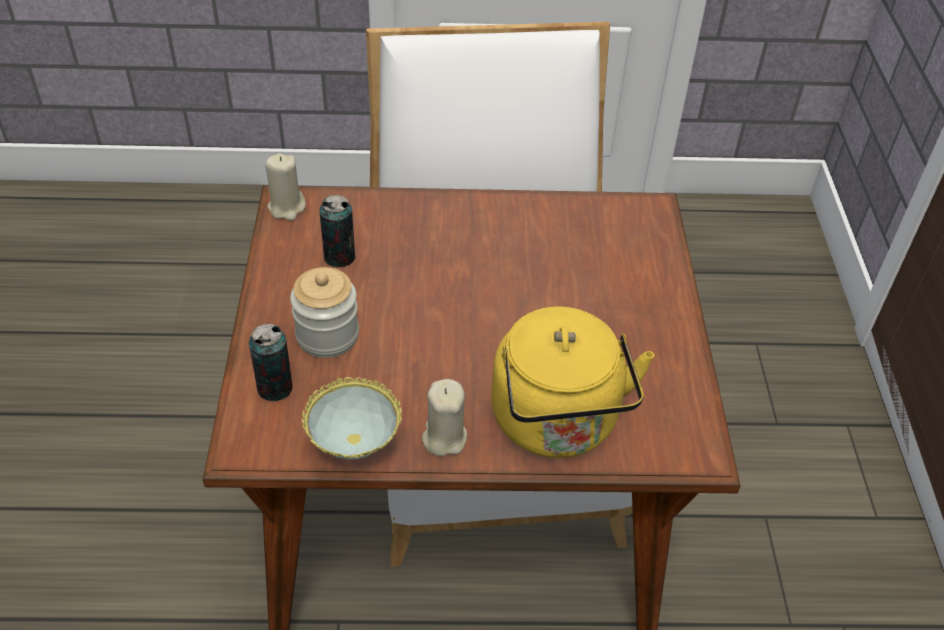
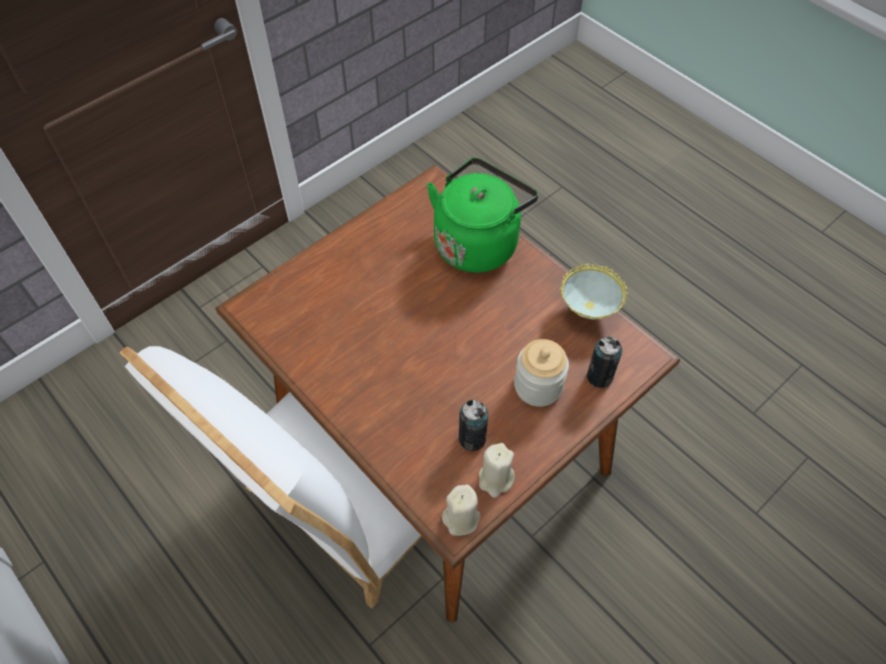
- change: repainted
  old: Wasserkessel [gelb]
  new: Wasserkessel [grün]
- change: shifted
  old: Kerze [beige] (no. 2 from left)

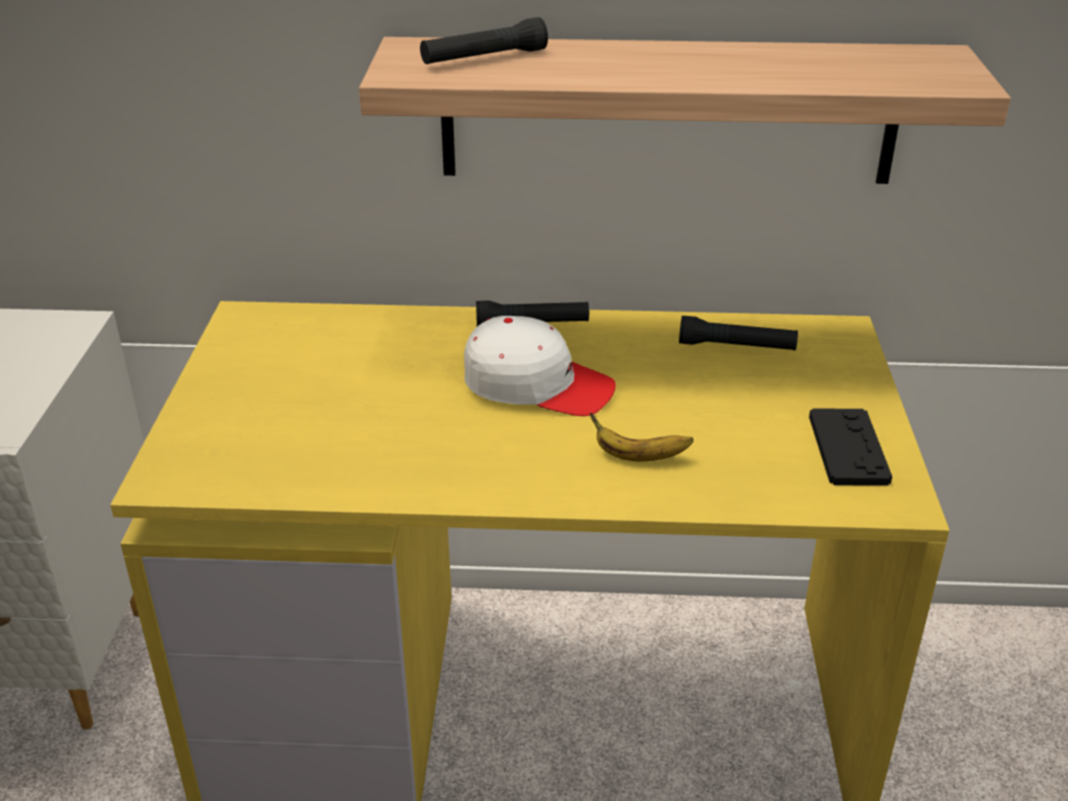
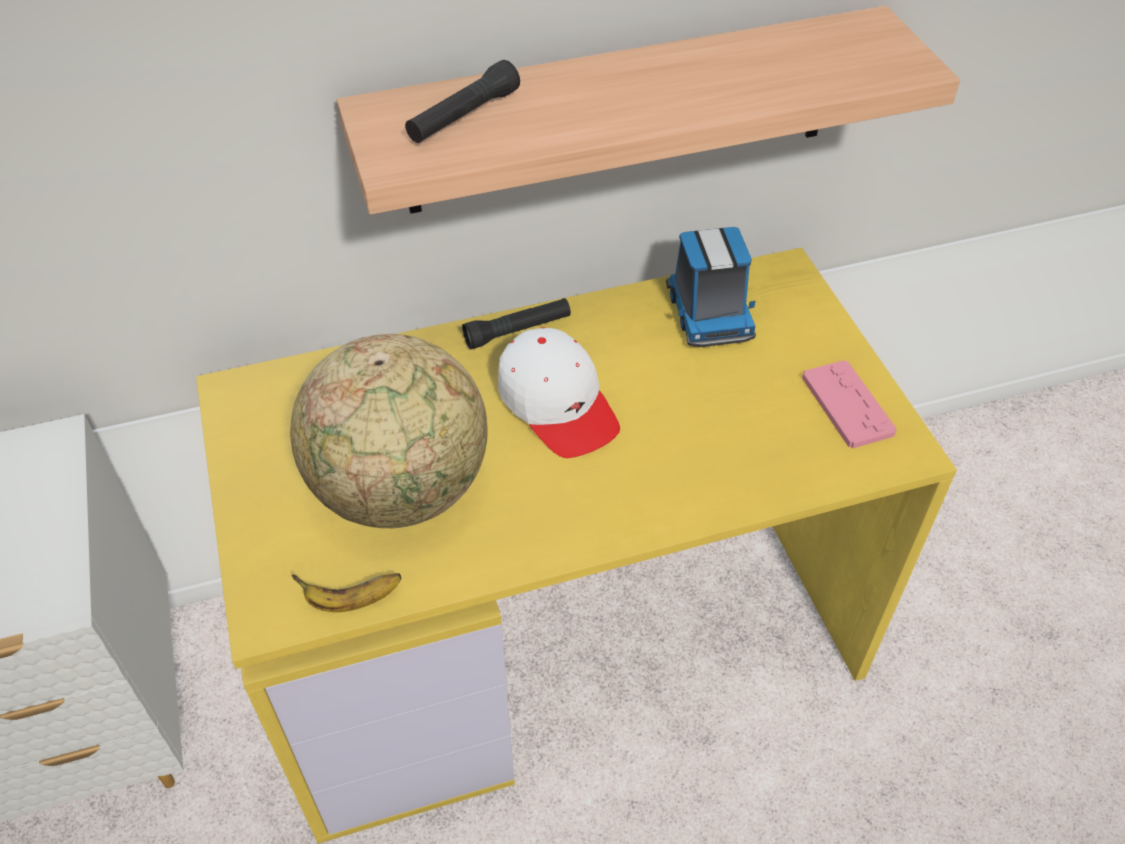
- change: rotated
  old: Kappe [weiß]
  degrees: 60
- change: swapped
  old: Taschenlampe [schwarz] (no. 3 from left)
  new: Spielzeuglaster
- change: repainted
  old: Gamepad [schwarz]
  new: Gamepad [rosa]
- change: shifted
  old: Banane
- change: new
  new: Globus

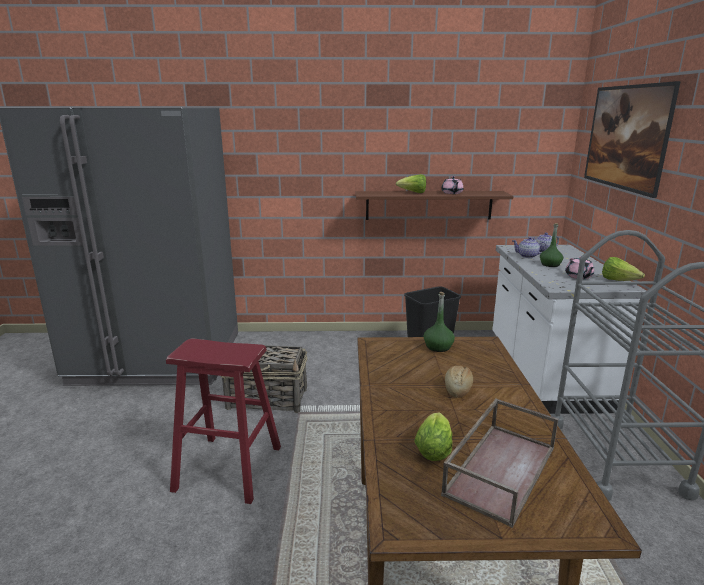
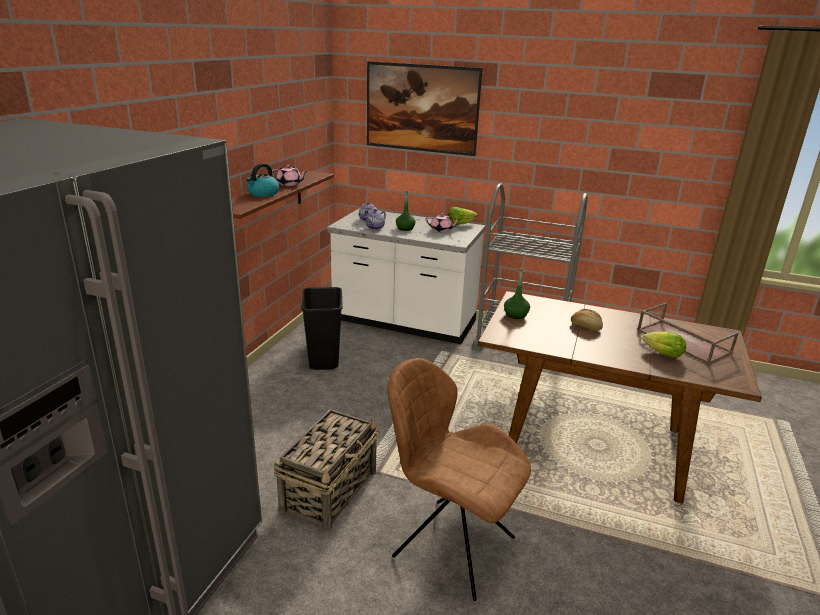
- change: swapped
  old: Salatkopf (no. 1 from left)
  new: Wasserkessel
- change: swapped
  old: Hocker [rot]
  new: Stuhl [braun]

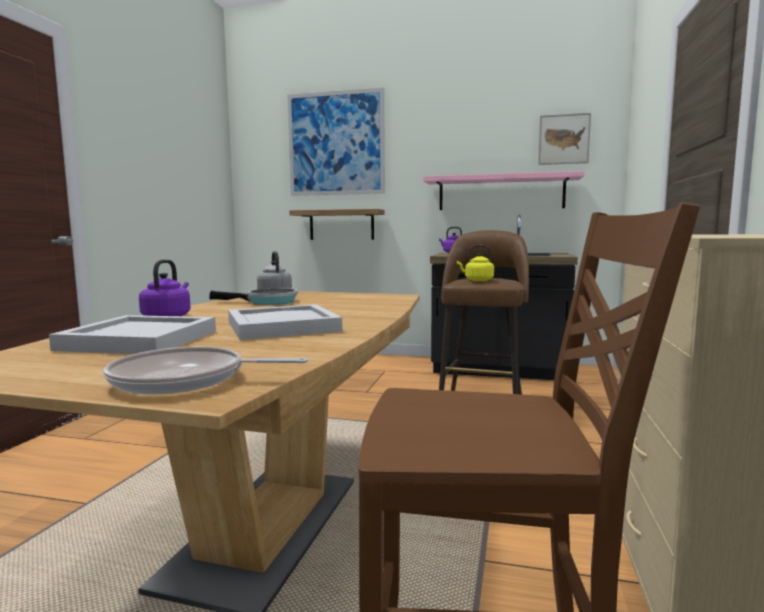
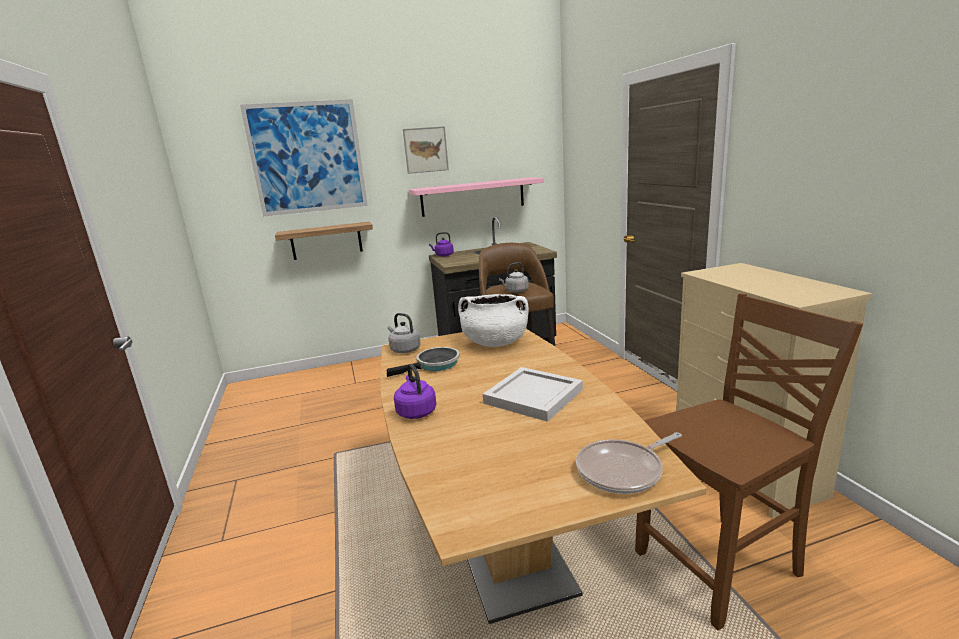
- change: shifted
  old: Bild (no. 2 from left)
- change: repainted
  old: Wasserkessel [gelb]
  new: Wasserkessel [grau] (no. 2 from left)
- change: gone
  old: Tablett [weiß] (no. 1 from left)
- change: new
  new: Kochtopf [weiß]

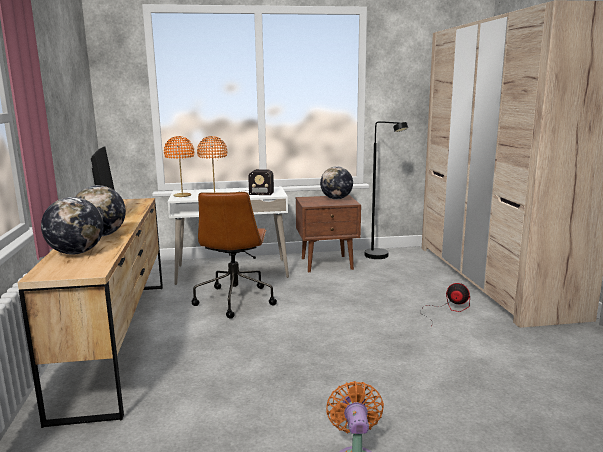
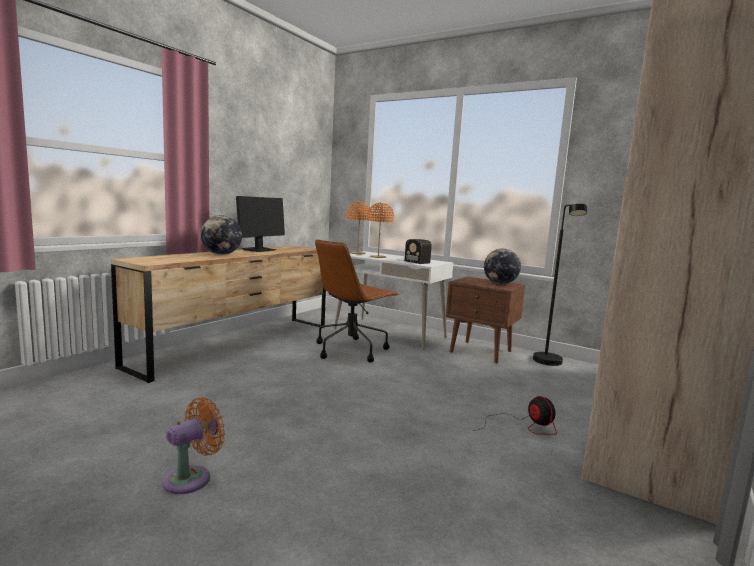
- change: gone
  old: Globus (no. 1 from left)

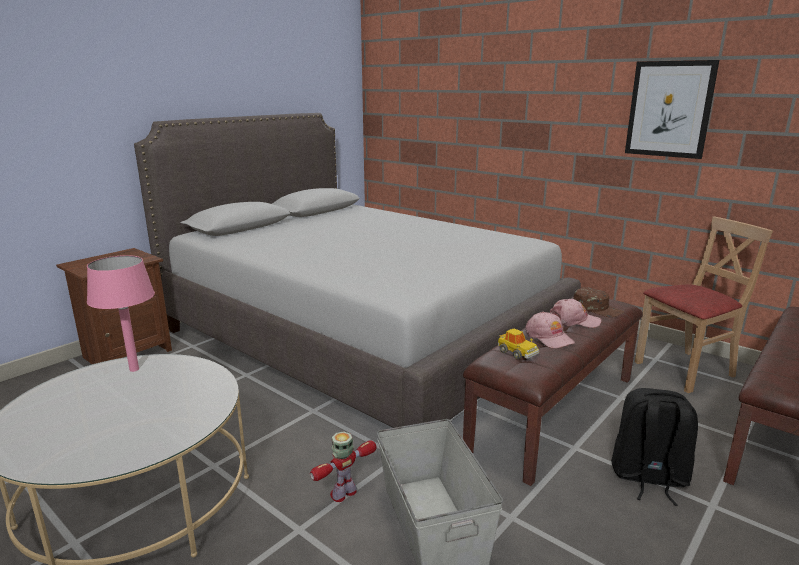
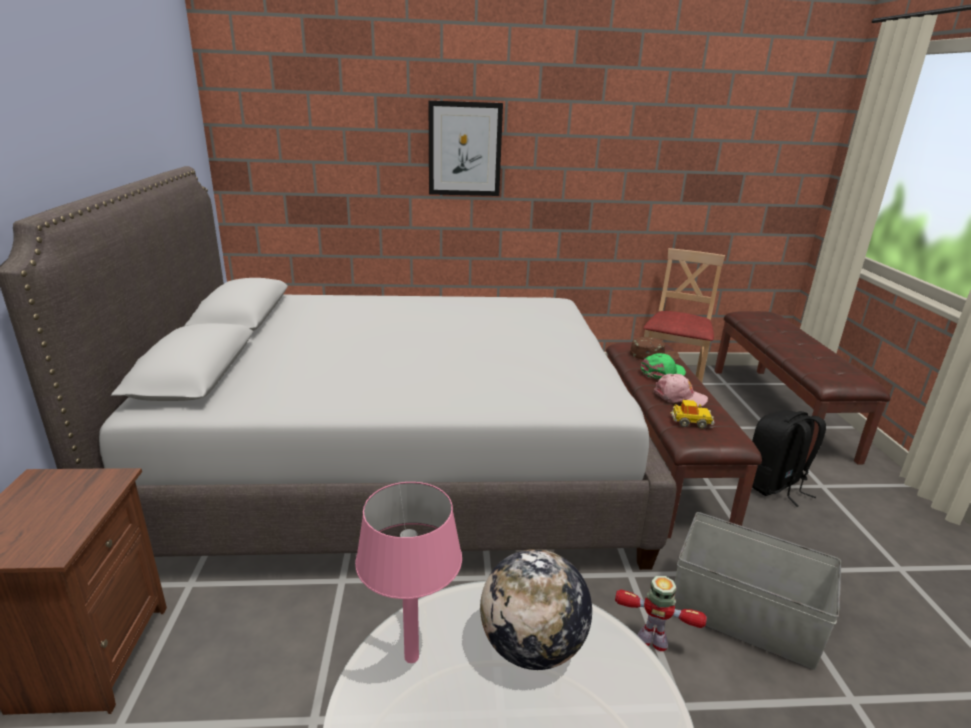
- change: shifted
  old: Bild
- change: repainted
  old: Kappe [rosa] (no. 2 from left)
  new: Kappe [grün]
- change: rotated
  old: Spielzeugroboter
  degrees: 105
- change: new
  new: Globus

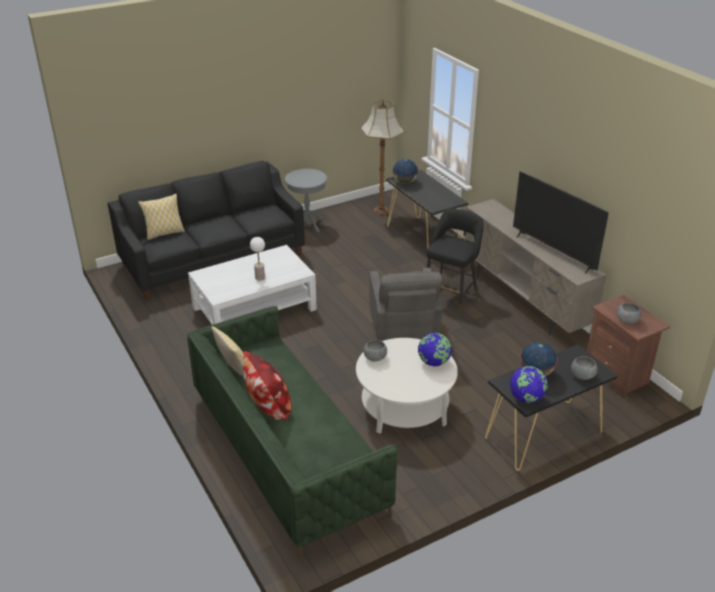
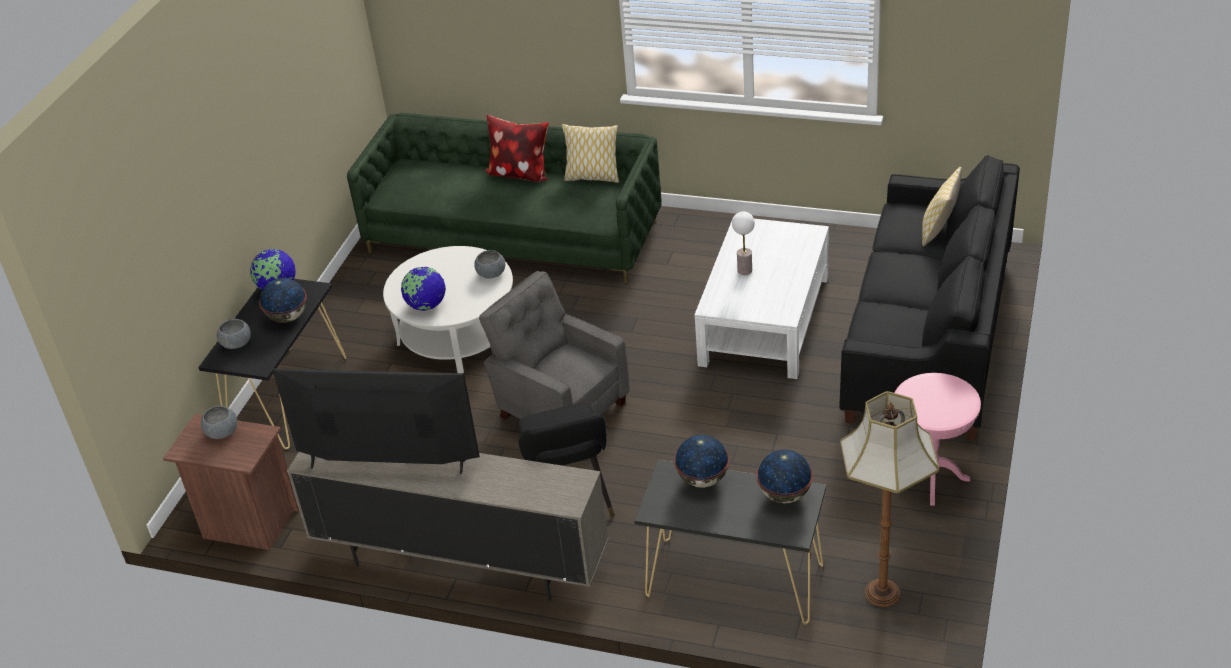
- change: repainted
  old: Beistelltisch [grau]
  new: Beistelltisch [rosa]
- change: new
  new: Globus (no. 4 from left)

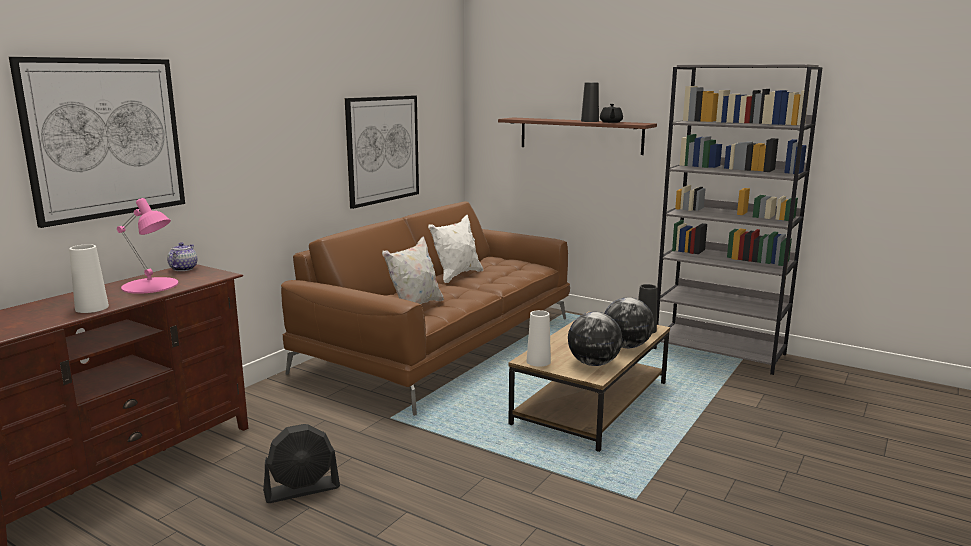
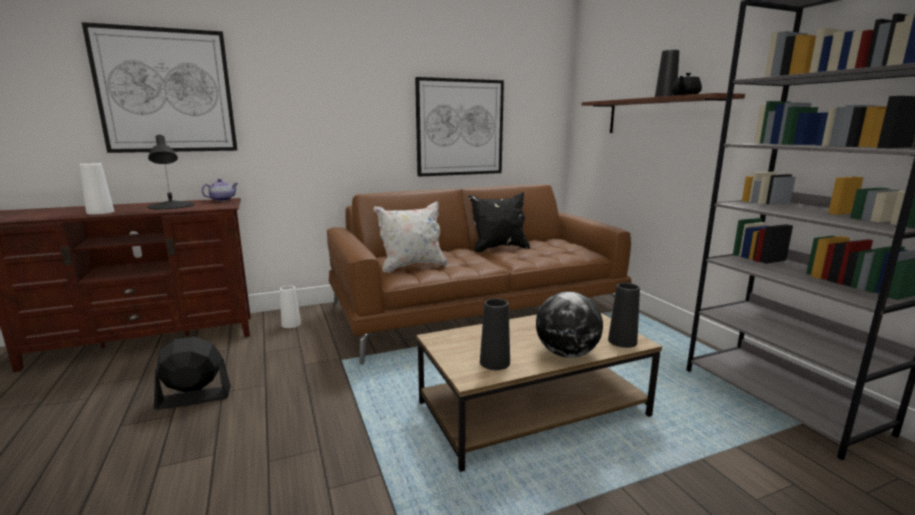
- change: repainted
  old: Tischlampe [rosa]
  new: Tischlampe [schwarz]
- change: repainted
  old: Kissen [weiß] (no. 2 from left)
  new: Kissen [schwarz]
- change: shifted
  old: Vase [weiß] (no. 2 from left)
- change: swapped
  old: Globus (no. 1 from left)
  new: Vase [schwarz] (no. 1 from left)
- change: rotated
  old: Ventilator [schwarz]
  degrees: 150

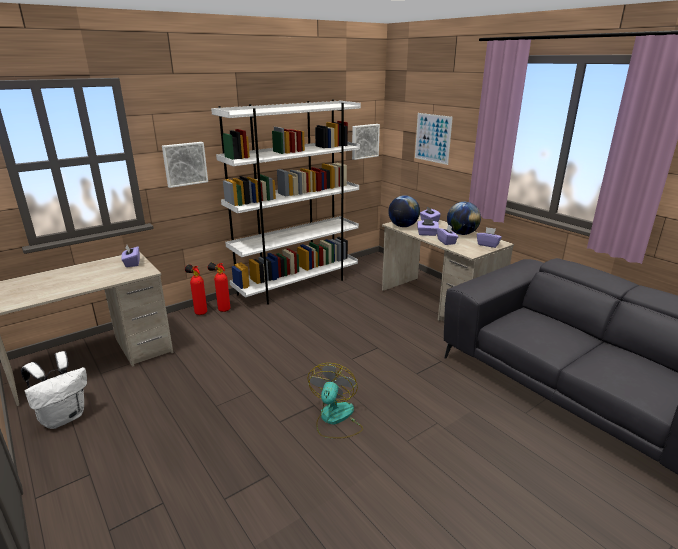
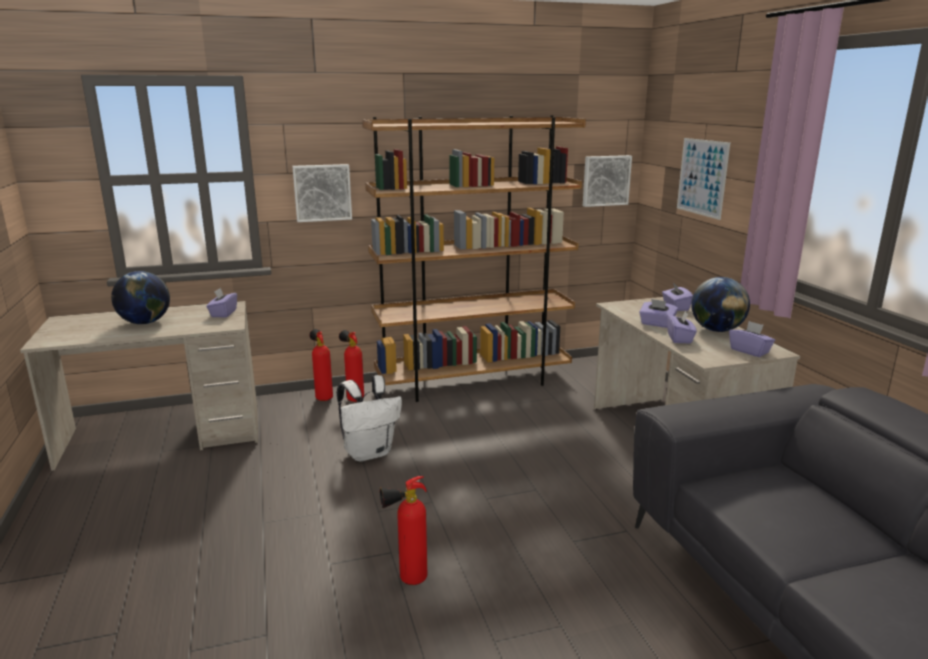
- change: repainted
  old: Bücherregal [weiß]
  new: Bücherregal [braun]
- change: shifted
  old: Globus (no. 1 from left)
- change: shifted
  old: Rucksack [weiß]
- change: swapped
  old: Ventilator
  new: Feuerlöscher (no. 3 from left)

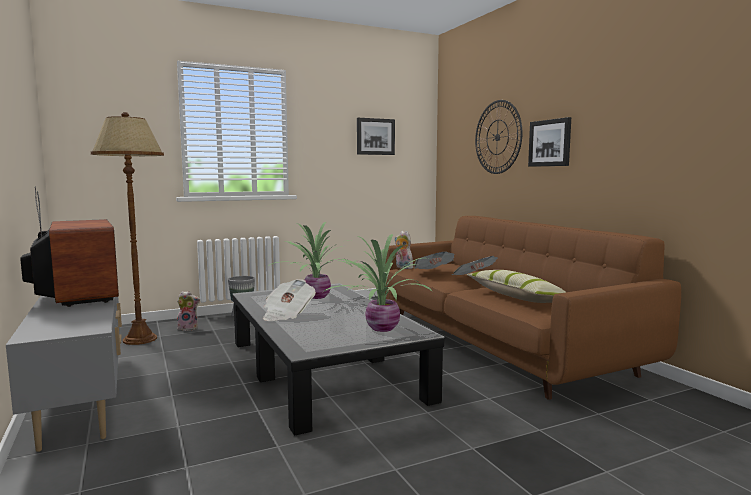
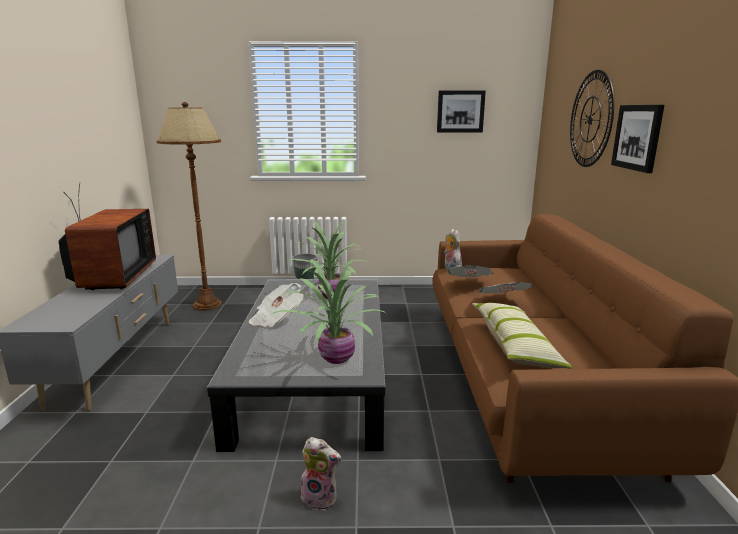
- change: shifted
  old: Plüschtier (no. 1 from left)

